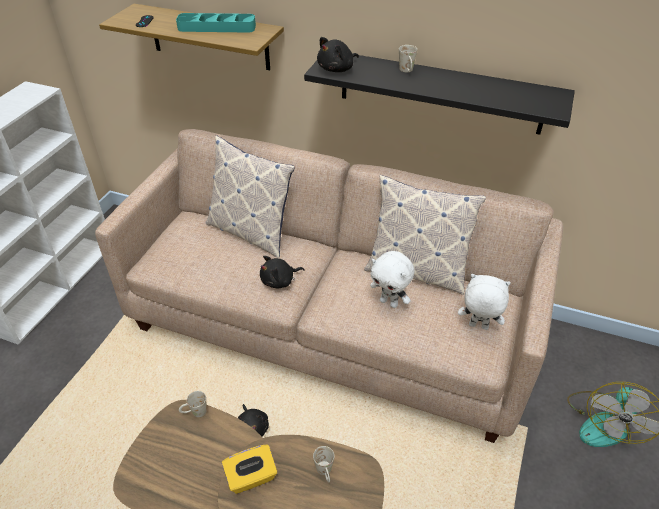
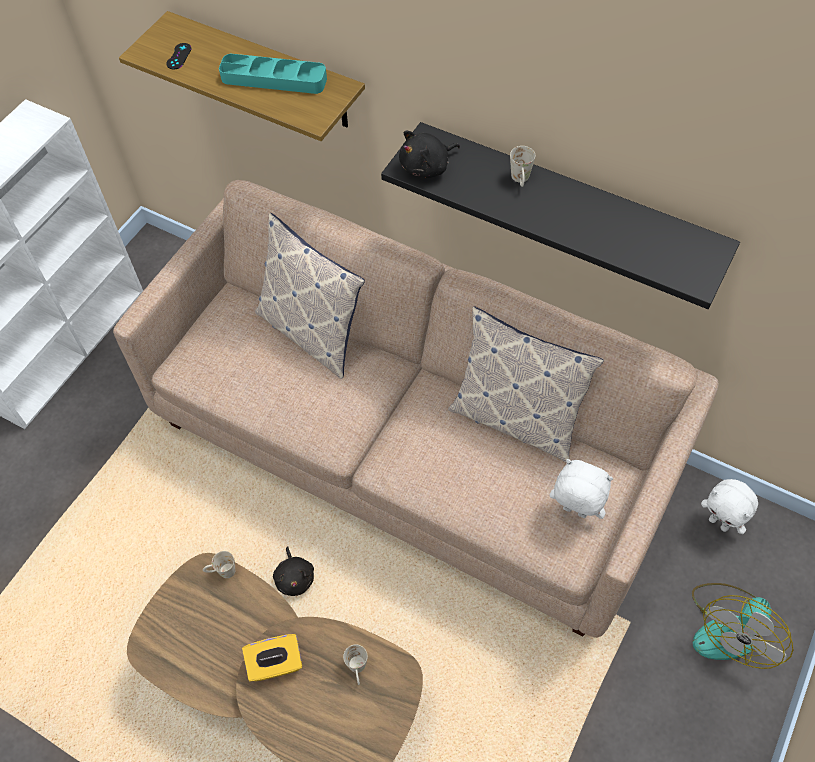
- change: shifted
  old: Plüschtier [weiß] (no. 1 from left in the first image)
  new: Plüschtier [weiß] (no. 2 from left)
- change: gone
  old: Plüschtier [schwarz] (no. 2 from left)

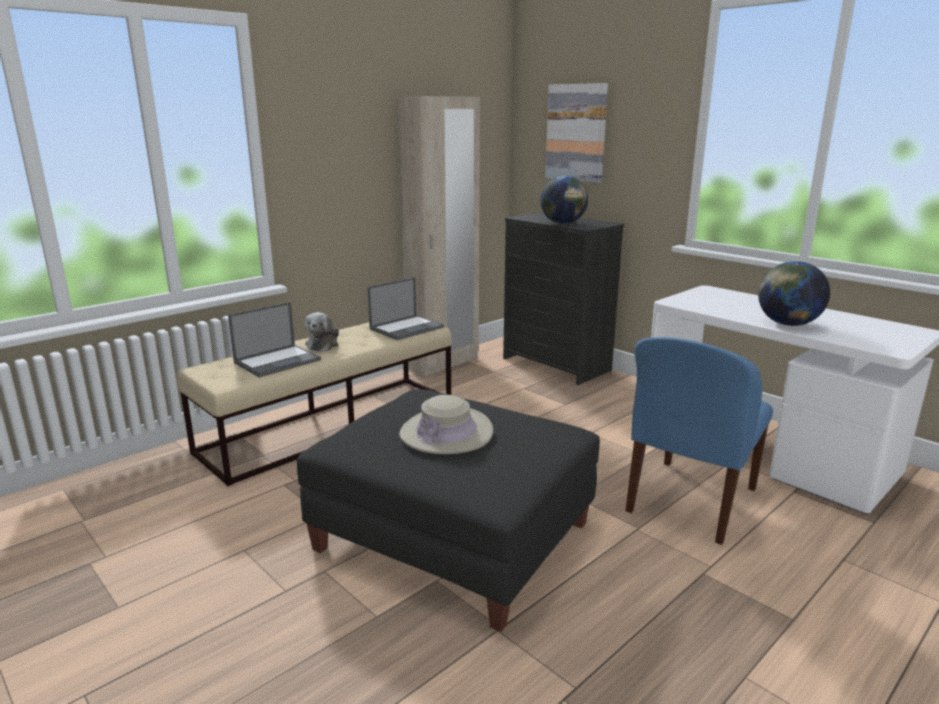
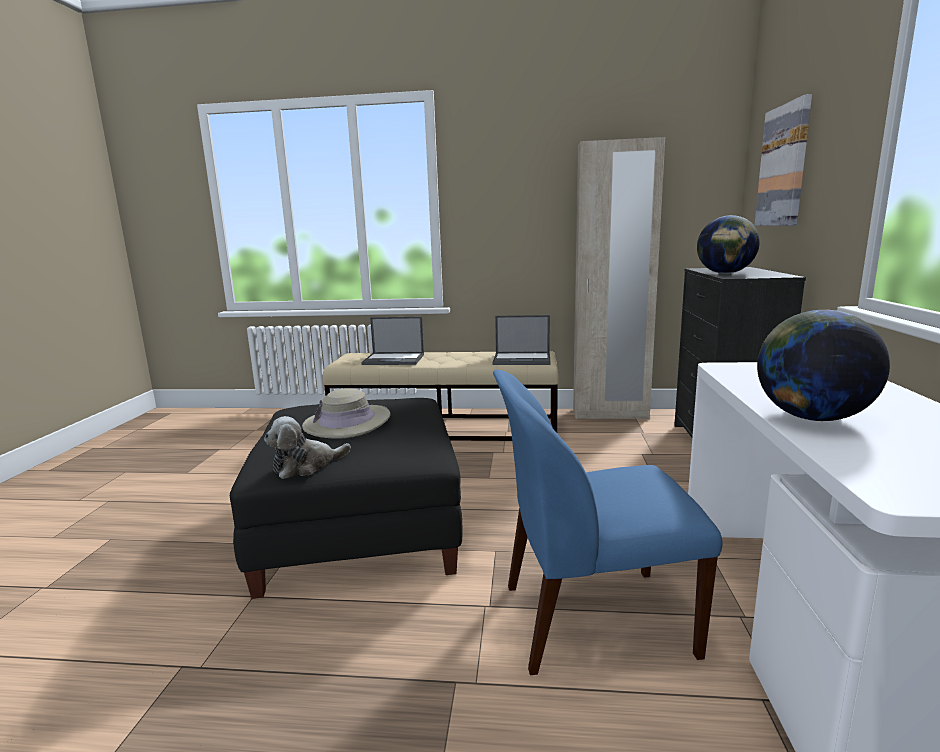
- change: shifted
  old: Plüschtier

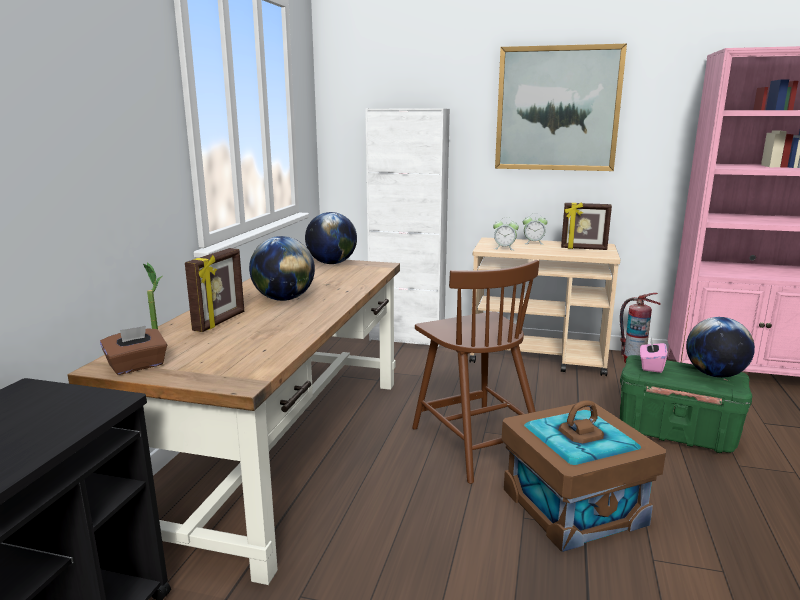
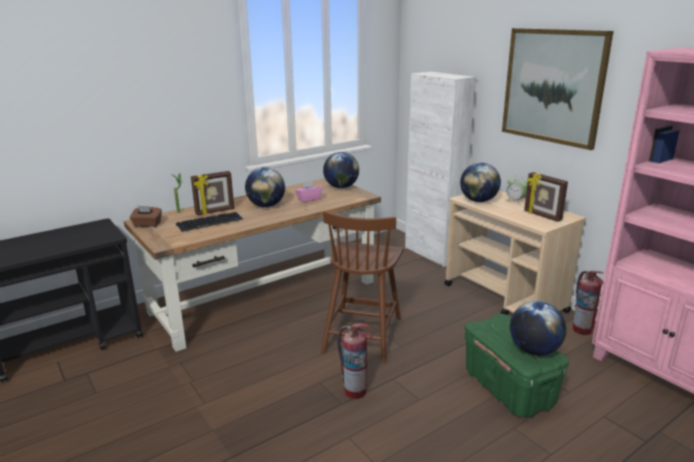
- change: swapped
  old: Wecker (no. 1 from left)
  new: Globus (no. 3 from left)
- change: shifted
  old: Taschentuchbox [rosa]
- change: swapped
  old: Aufbewahrungsbox [braun]
  new: Feuerlöscher (no. 1 from left)
- change: new
  new: Tastatur

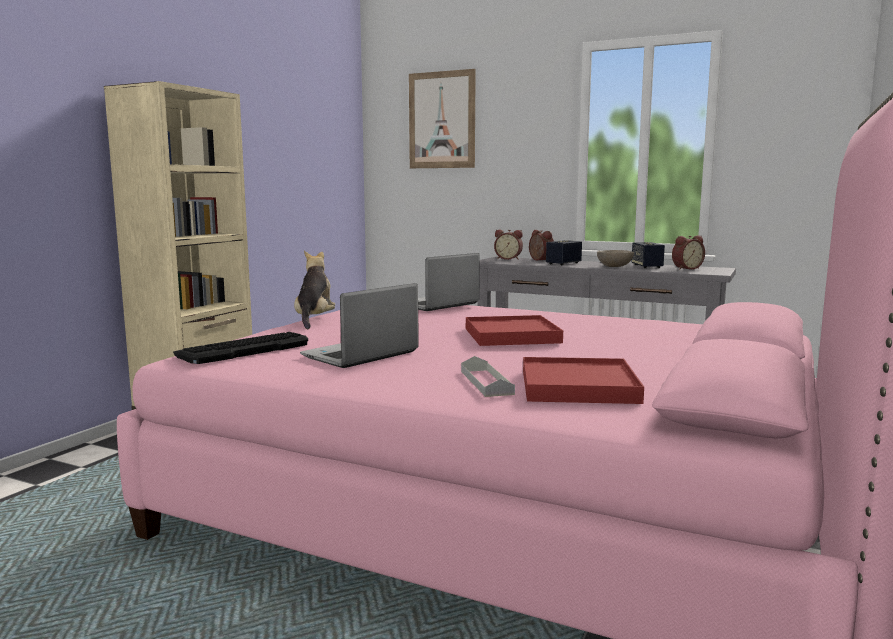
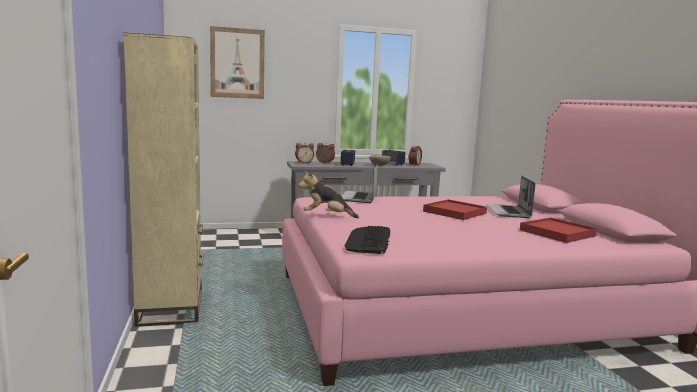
- change: rotated
  old: Plüschtier
  degrees: -45
- change: shifted
  old: Laptop (no. 1 from left in the first image)
  new: Laptop (no. 2 from left)
- change: gone
  old: Tablett [grau]

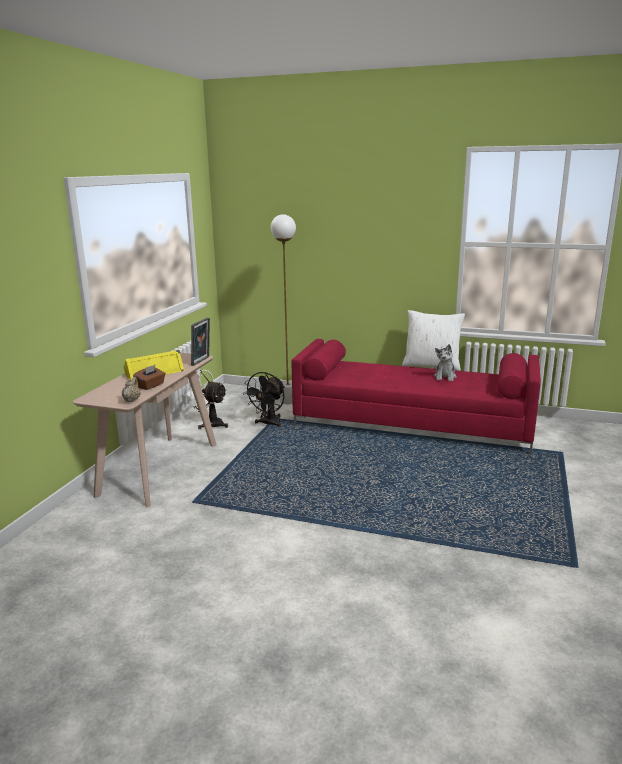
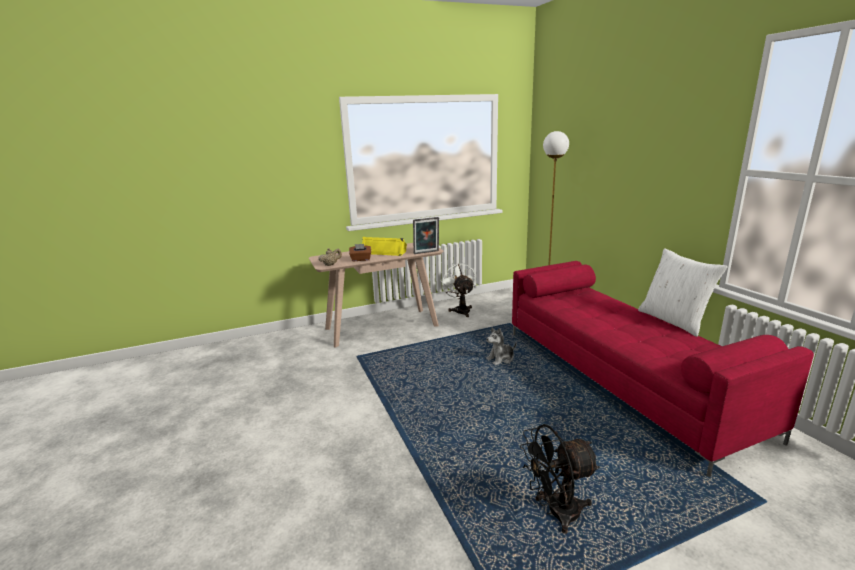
- change: shifted
  old: Plüschtier
- change: shifted
  old: Ventilator [schwarz]

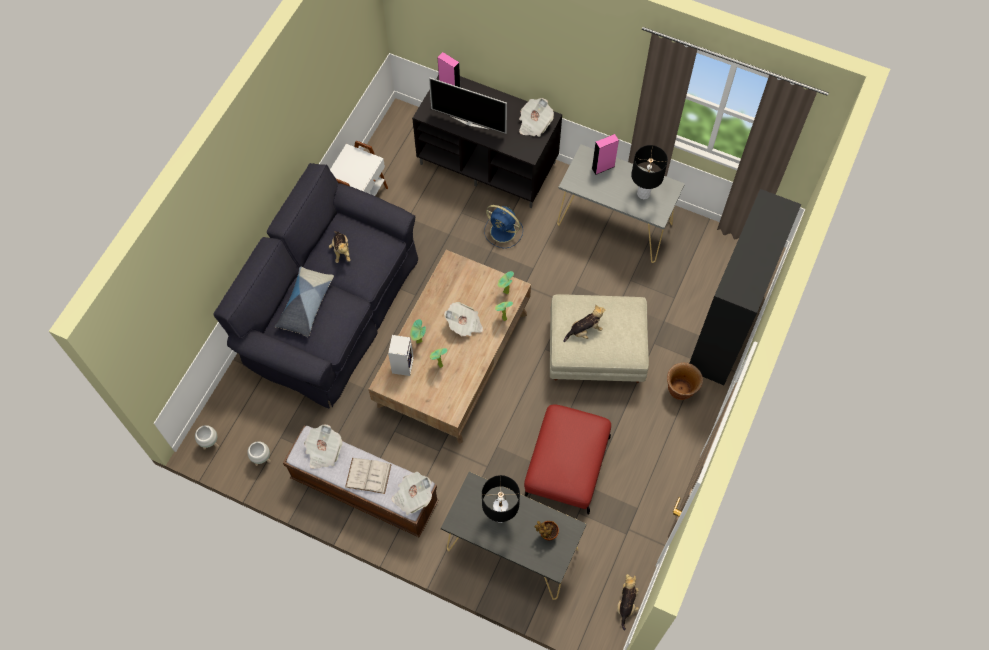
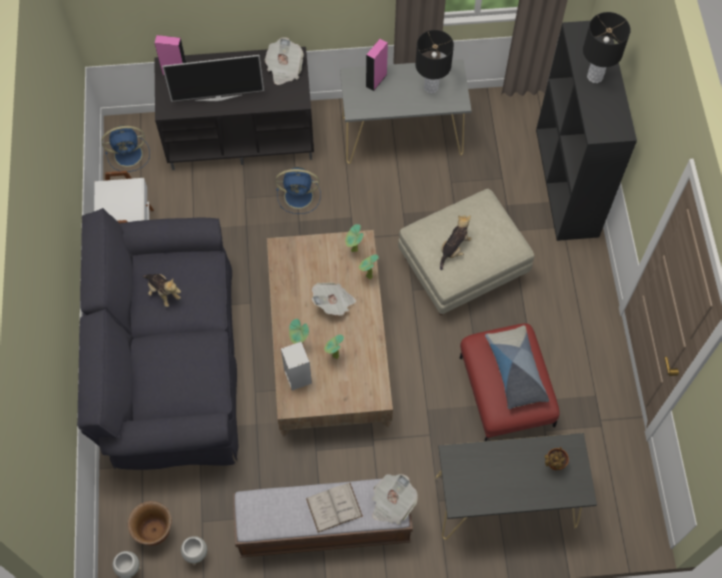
- change: shifted
  old: Kissen
- change: shifted
  old: Pflanzkübel [braun]
- change: gone
  old: Zeitung (no. 1 from left)
- change: shifted
  old: Tischlampe [schwarz] (no. 1 from left in the first image)
  new: Tischlampe [schwarz] (no. 2 from left)
- change: gone
  old: Plüschtier (no. 3 from left)
- change: new
  new: Ventilator [blau] (no. 1 from left)

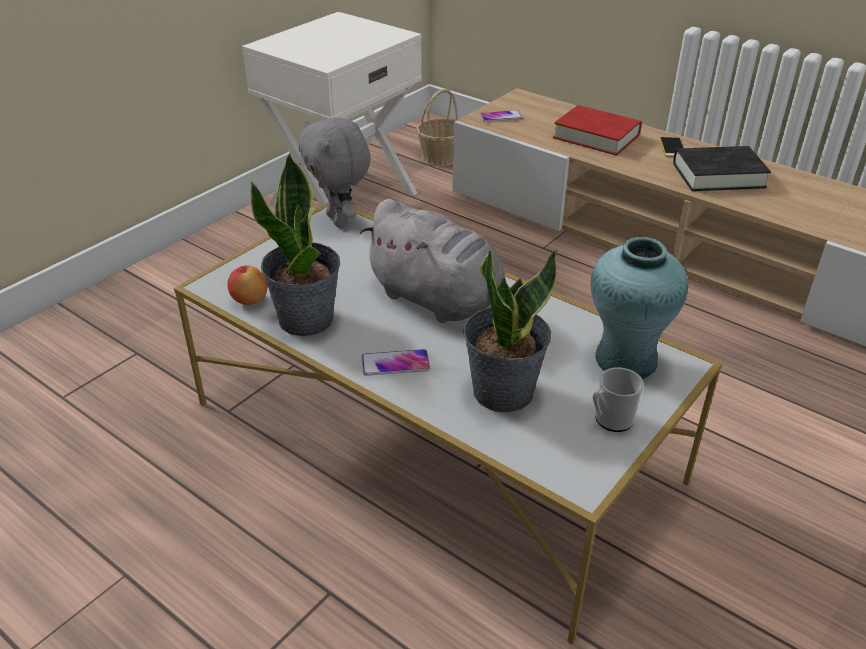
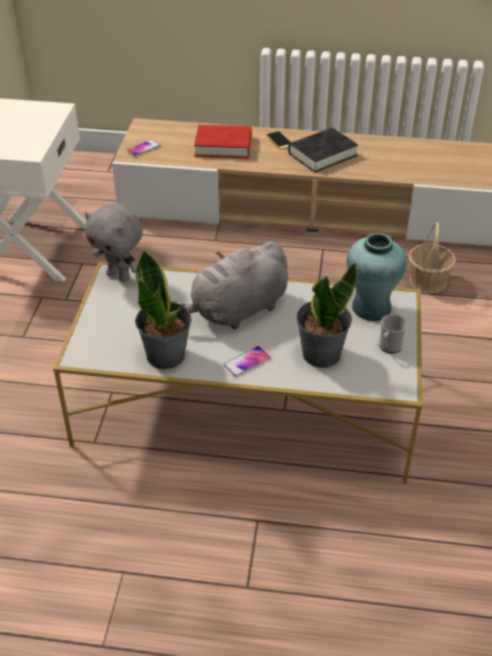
- change: shifted
  old: Korb
- change: rotated
  old: Plüschtier [grau] (no. 2 from left)
  degrees: 135
- change: gone
  old: Apfel

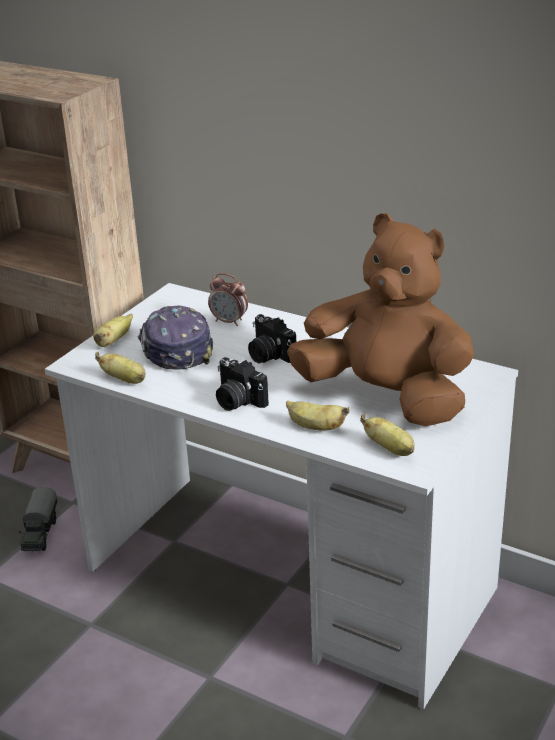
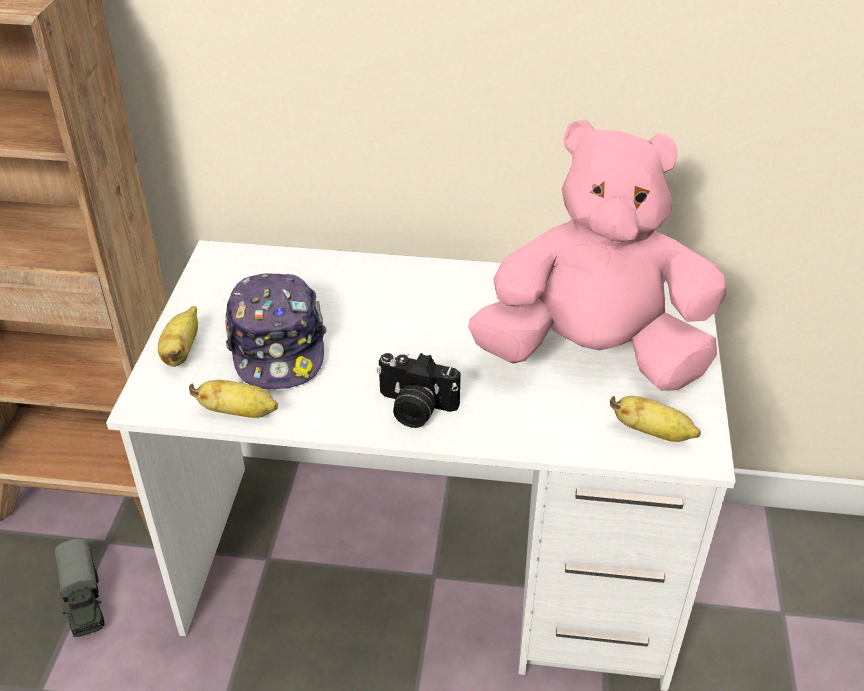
- change: repainted
  old: Plüschtier [braun]
  new: Plüschtier [rosa]
- change: gone
  old: Wecker
- change: rotated
  old: Kappe
  degrees: -150
- change: gone
  old: Kamera (no. 2 from left)
- change: gone
  old: Banane (no. 3 from left)

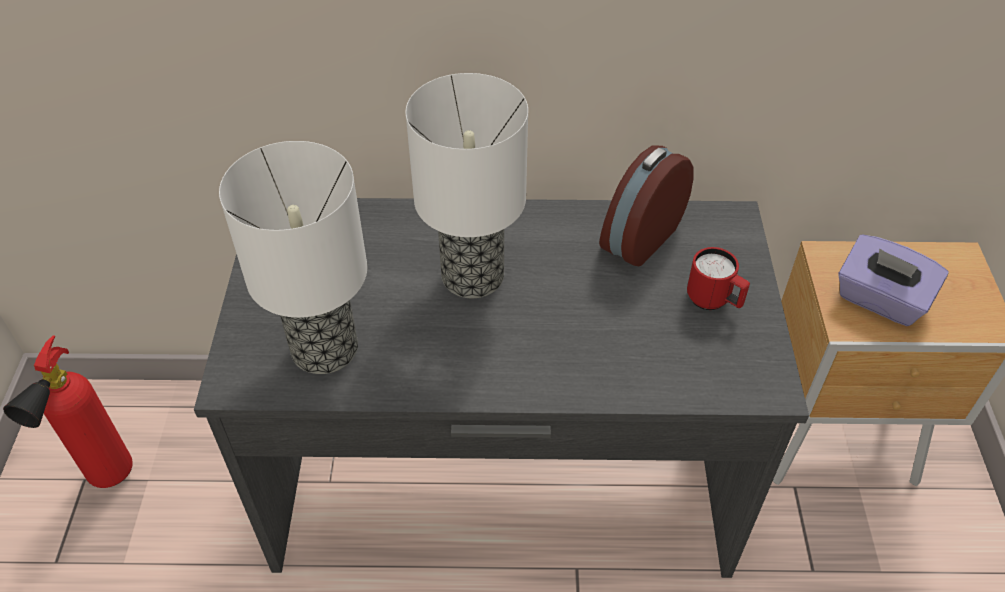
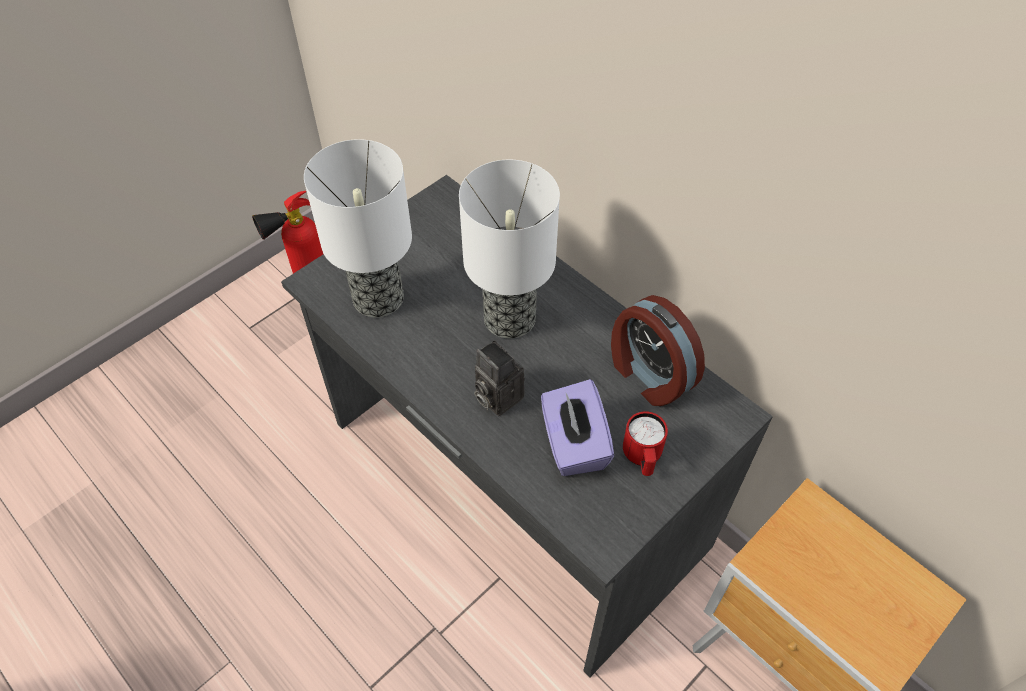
- change: rotated
  old: Wecker
  degrees: -120
- change: shifted
  old: Taschentuchbox [lila]
- change: new
  new: Kamera

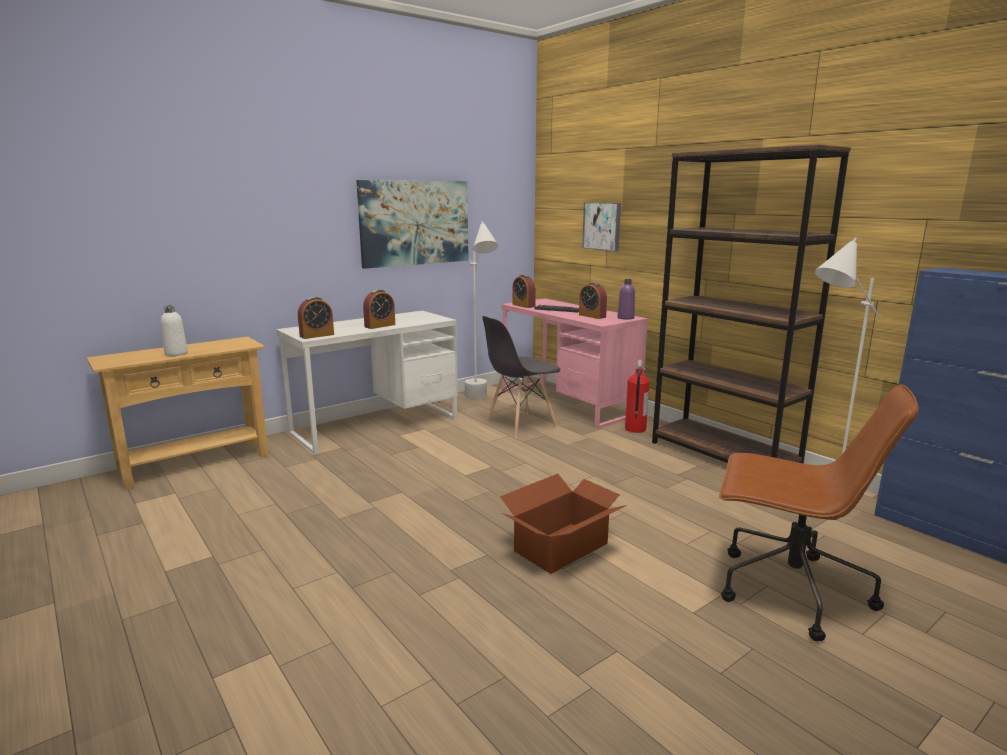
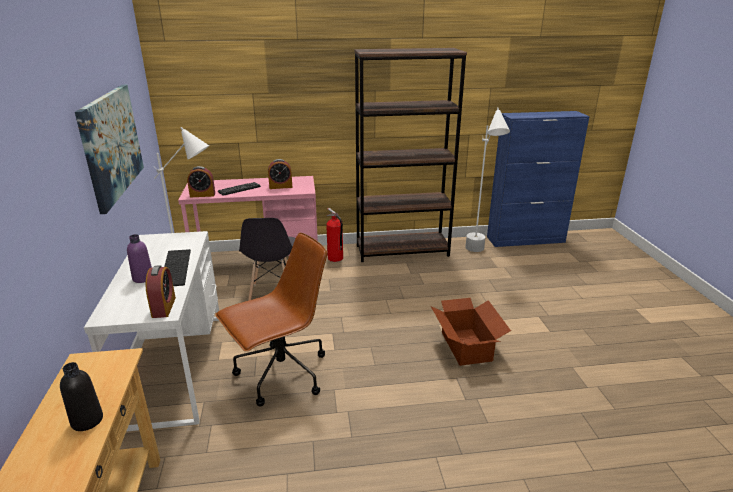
- change: gone
  old: Bild (no. 2 from left)
- change: shifted
  old: Flasche [lila]
- change: swapped
  old: Wecker (no. 2 from left)
  new: Tastatur (no. 1 from left)
- change: repainted
  old: Flasche [weiß]
  new: Flasche [schwarz]
- change: shifted
  old: Bürostuhl [braun]

